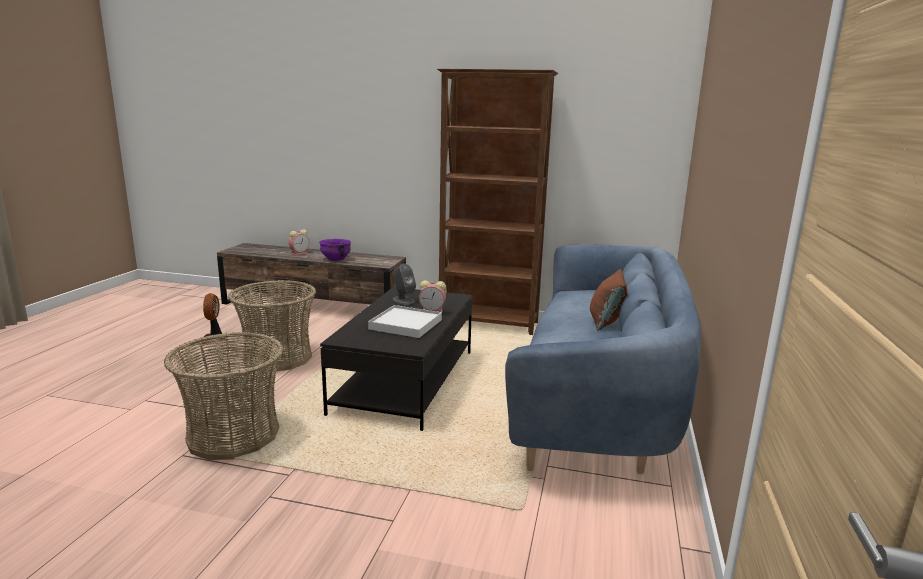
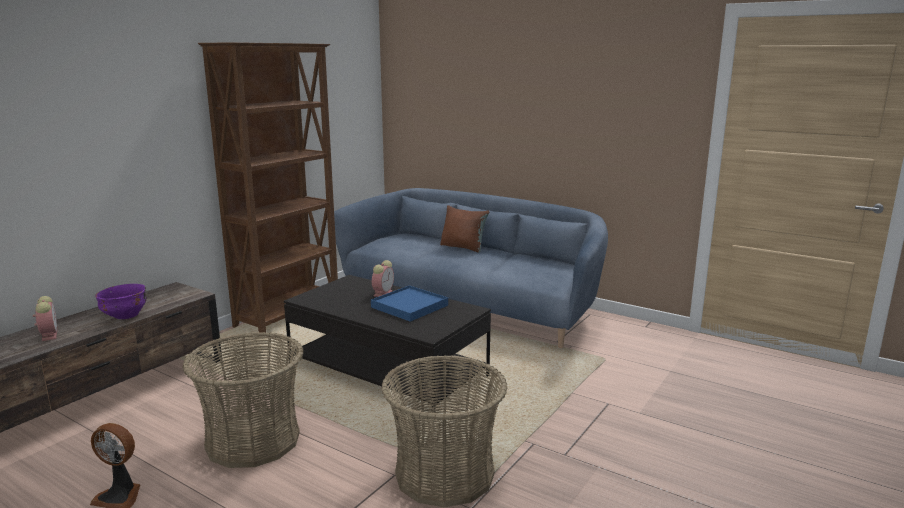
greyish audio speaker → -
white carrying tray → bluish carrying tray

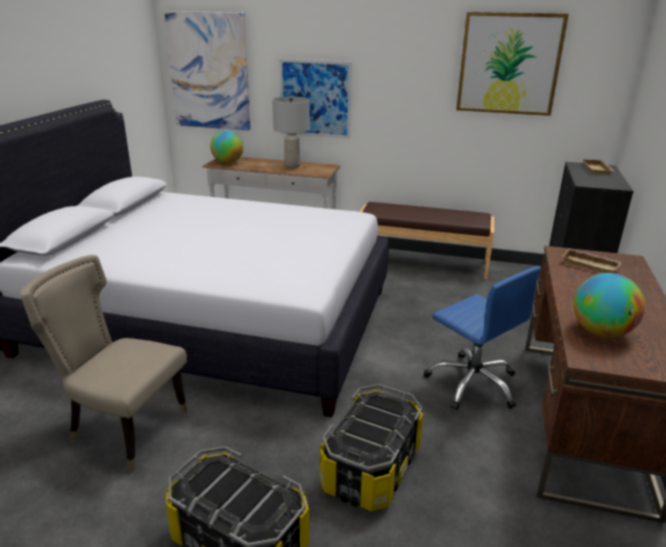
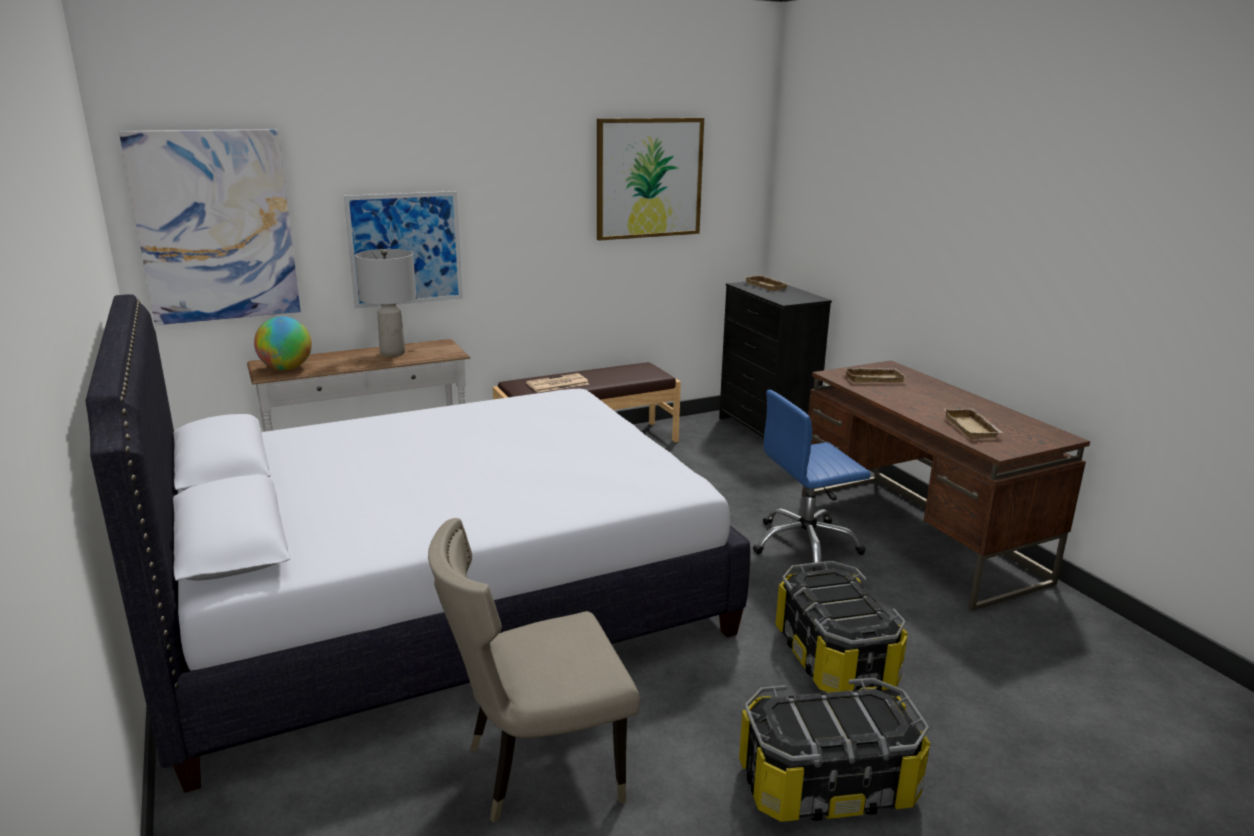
bluish desk chair, 150 degrees clockwise
desk globe (2nd from left) → sand-coloured carrying tray (3rd from left)
- → daily paper

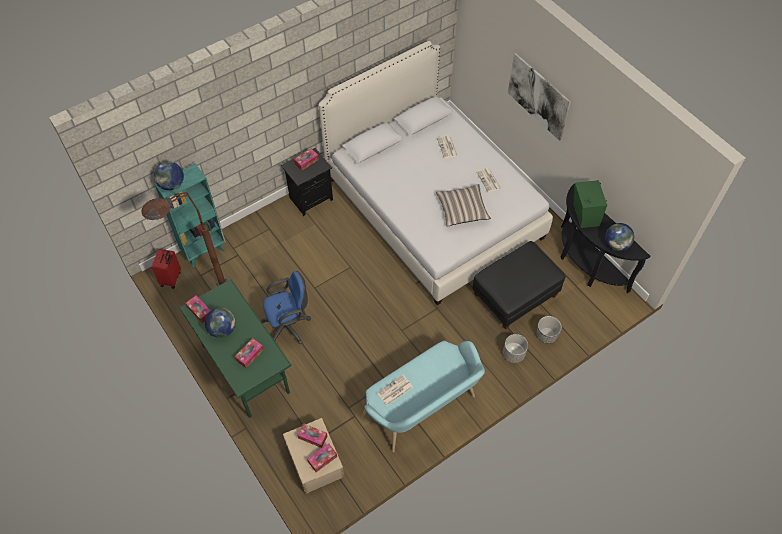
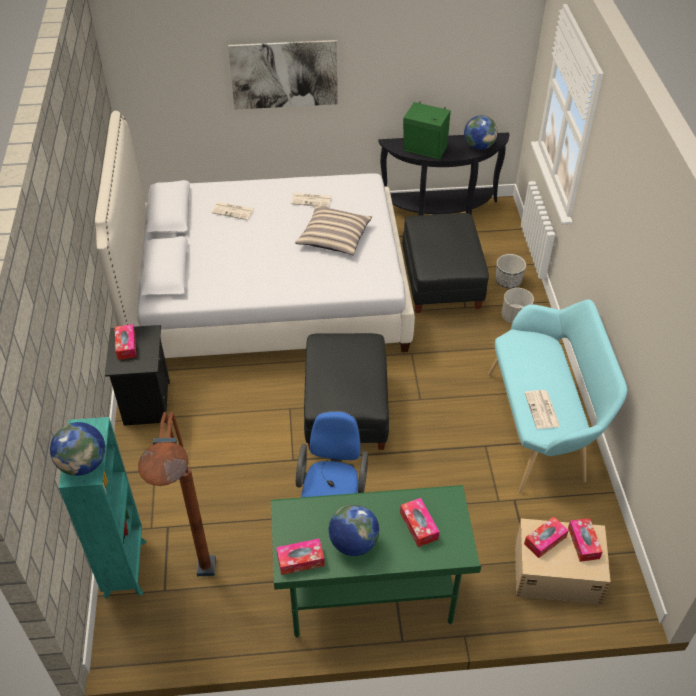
reddish suitcase → -
- → black-coloured footrest (1st from left)

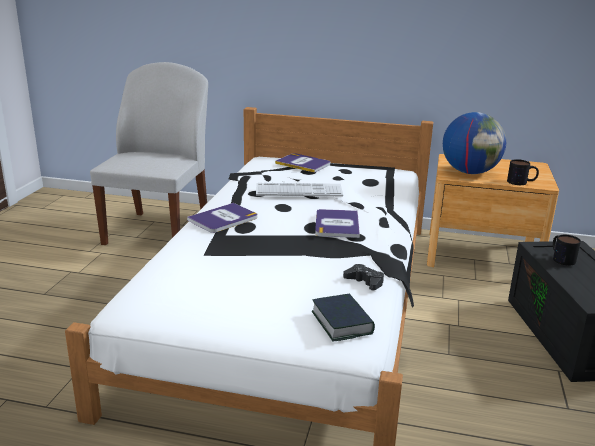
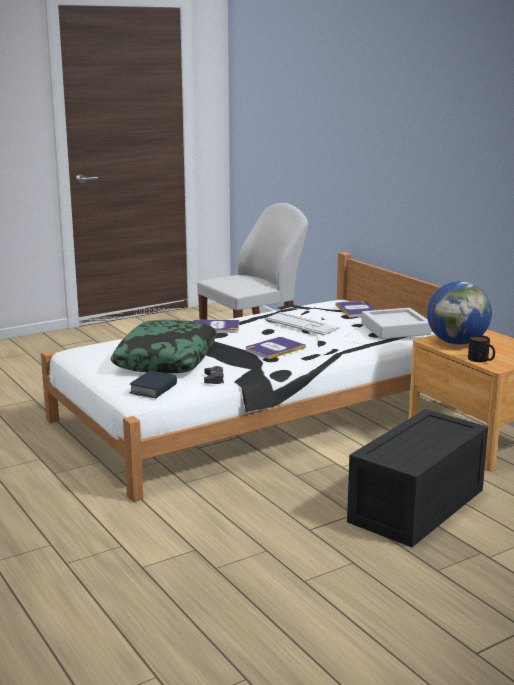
tea mug (2nd from left) → -
- → greyish carrying tray
- → pillow

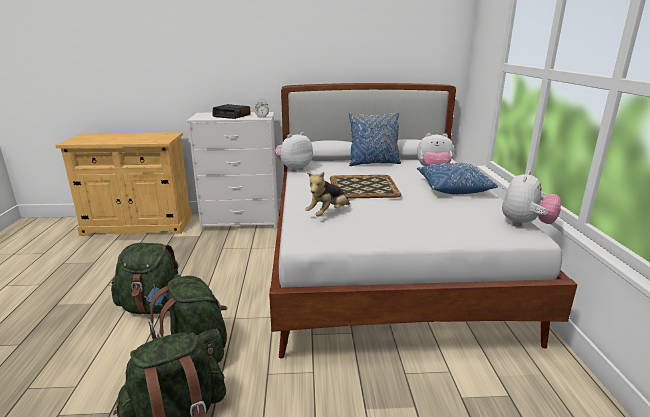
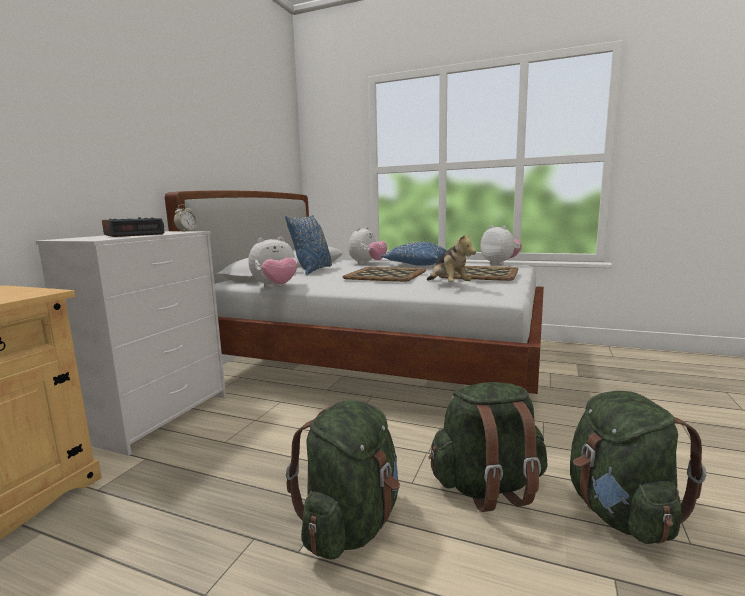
soft toy (1st from left), 105 degrees counterclockwise
- → carrying tray (2nd from left)

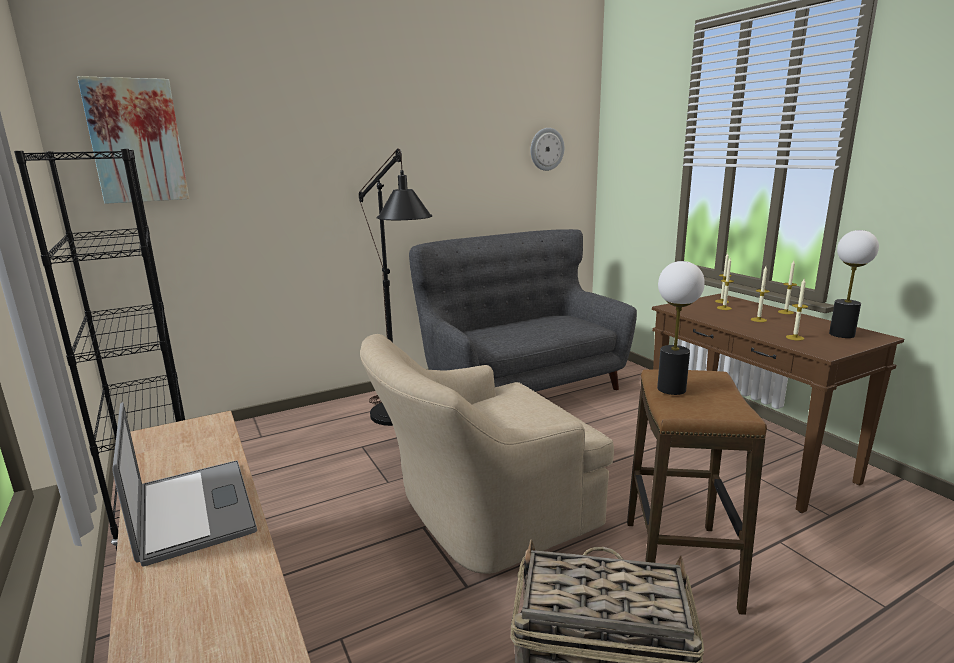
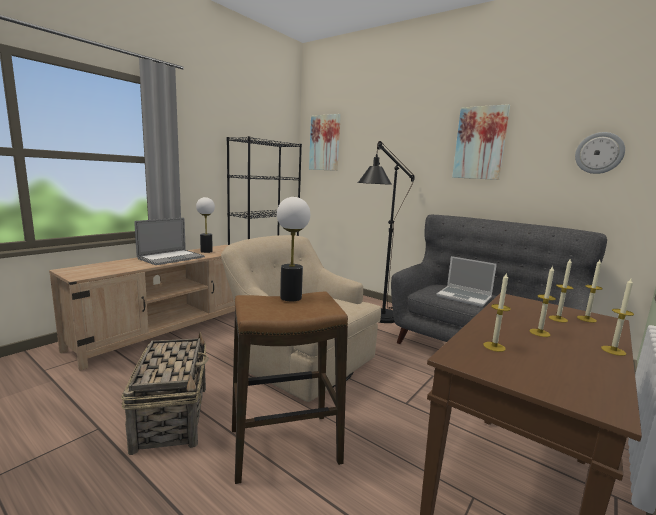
table lamp (2nd from left in the first image) → table lamp (1st from left), move
- → wall art (2nd from left)
- → notebook computer (2nd from left)

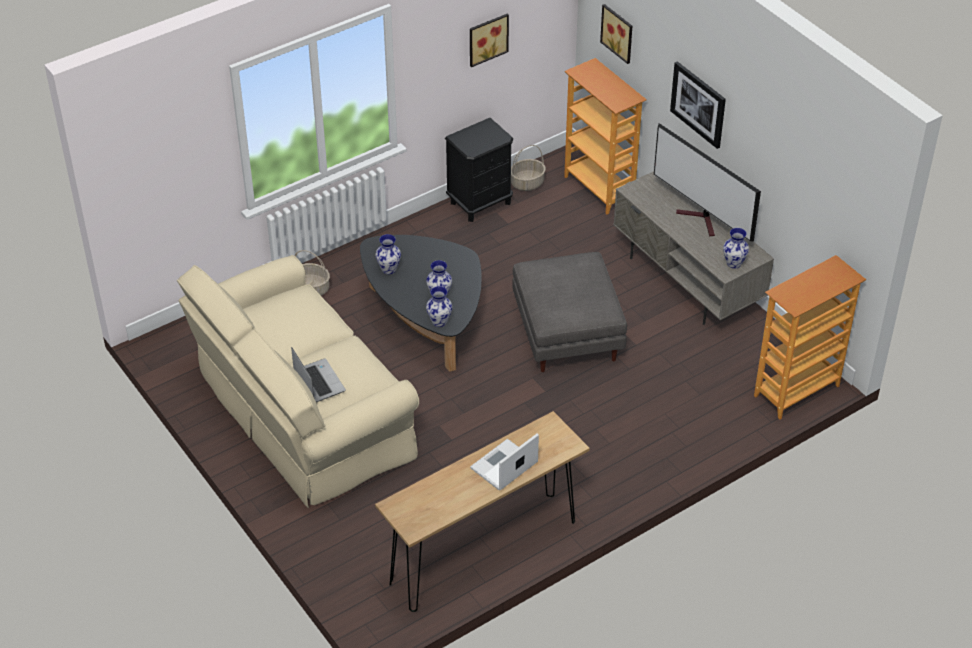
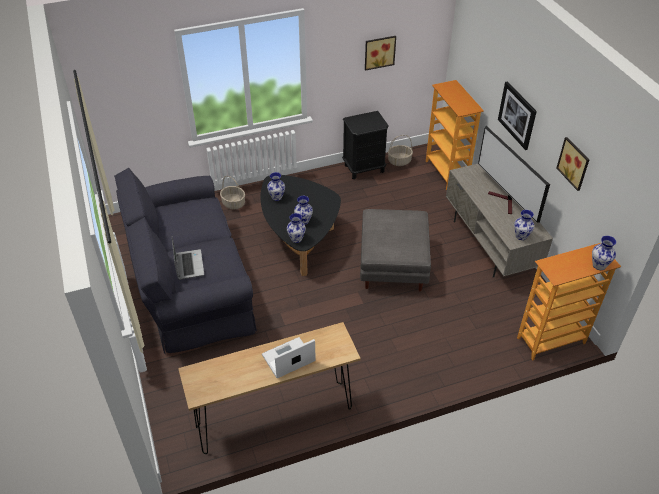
wall art (2nd from left in the first image) → wall art (3rd from left), move
sand-coloured settee → black-coloured settee
- → vase (5th from left)

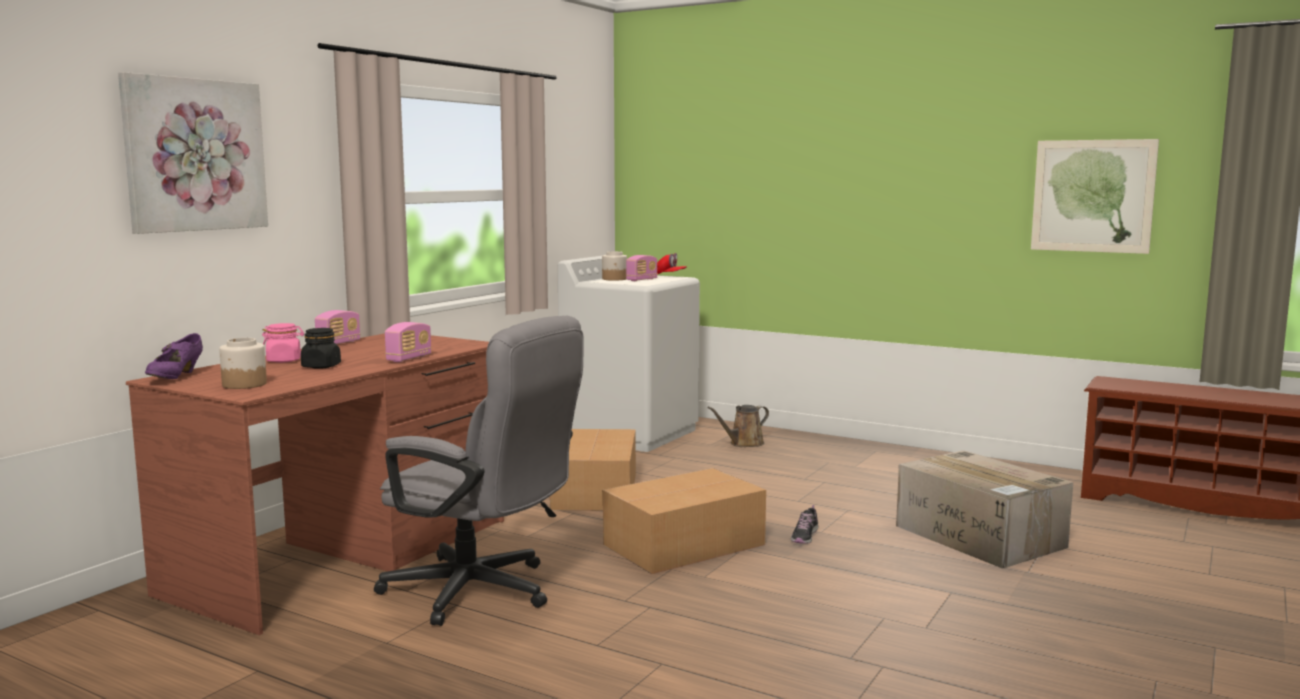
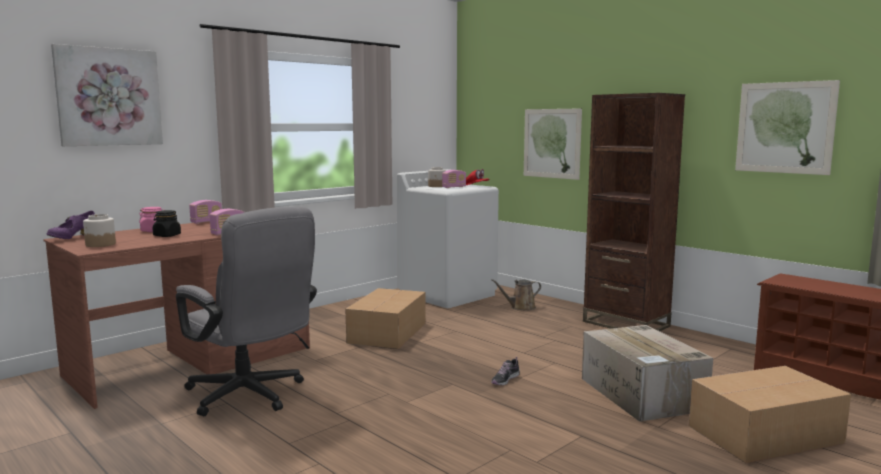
cardboard box (2nd from left in the first image) → cardboard box (3rd from left), move
- → brown-coloured bookcase
- → wall art (2nd from left)

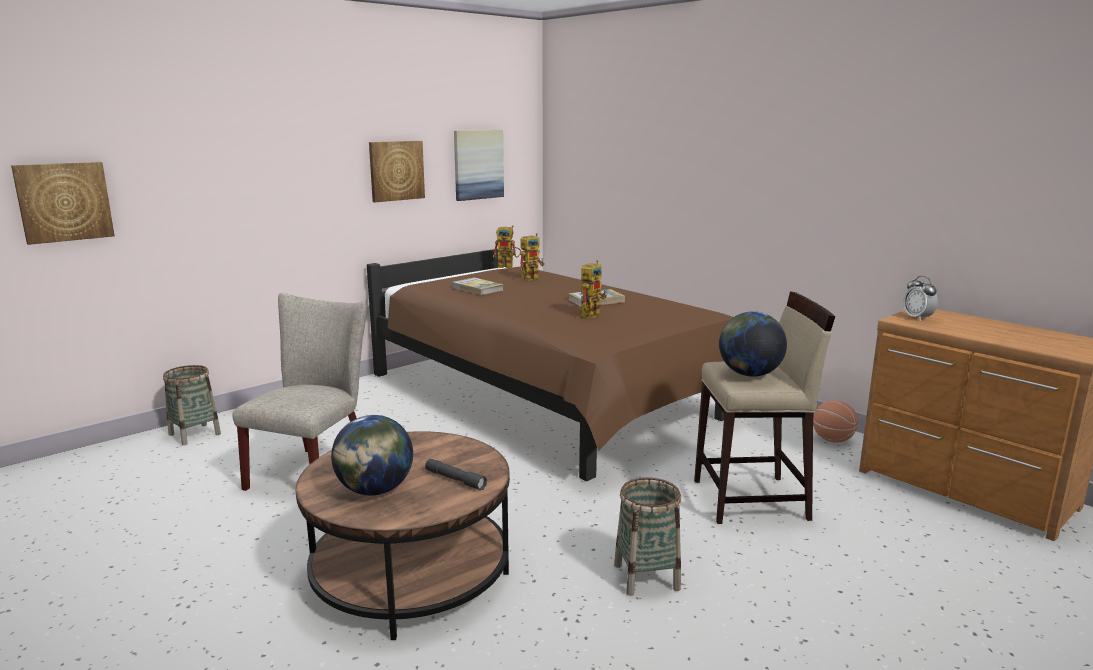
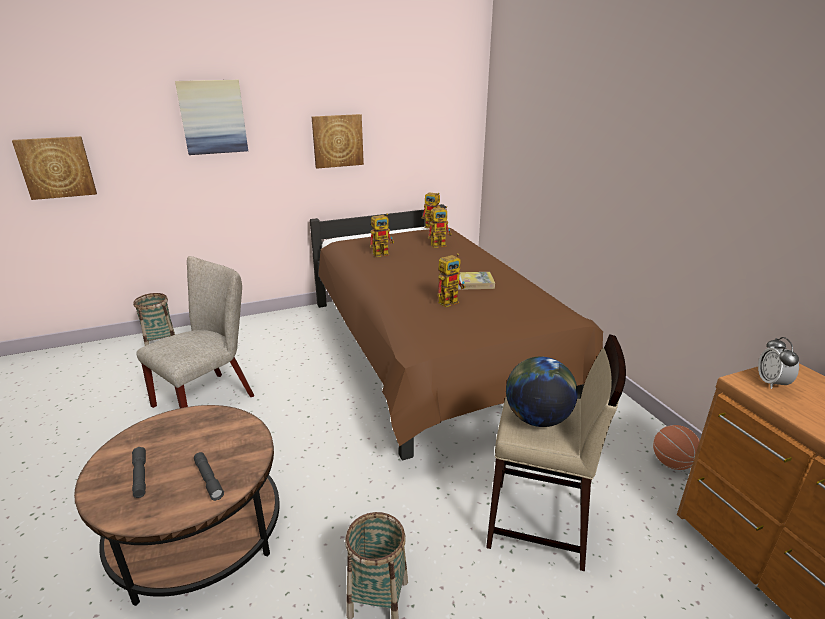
wall art (3rd from left in the first image) → wall art (2nd from left), move
book (1st from left) → robot figure (1st from left)
desk globe (1st from left) → greyish hand torch (1st from left)

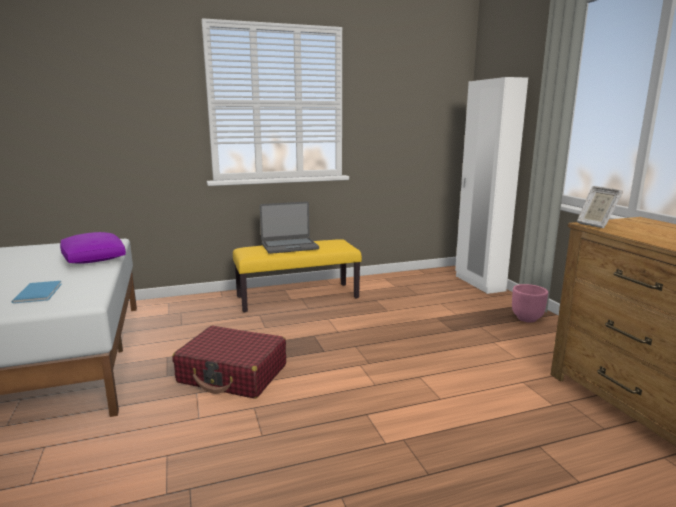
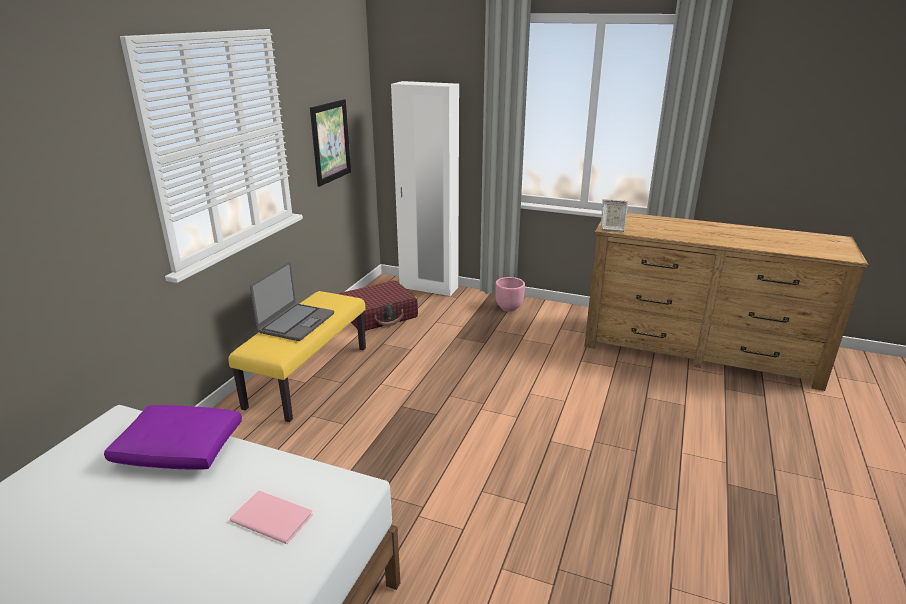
bluish book → pink book
reddish suitcase, move
- → wall art

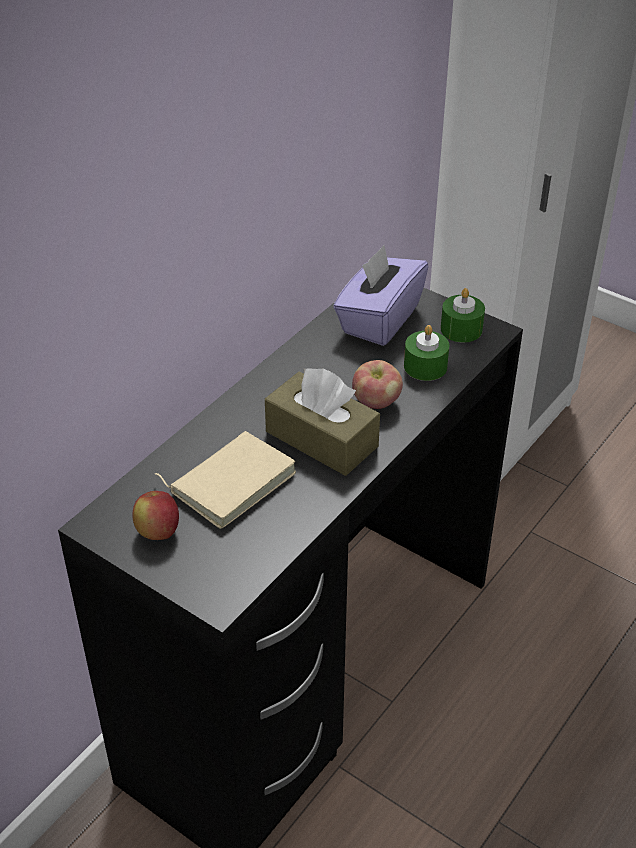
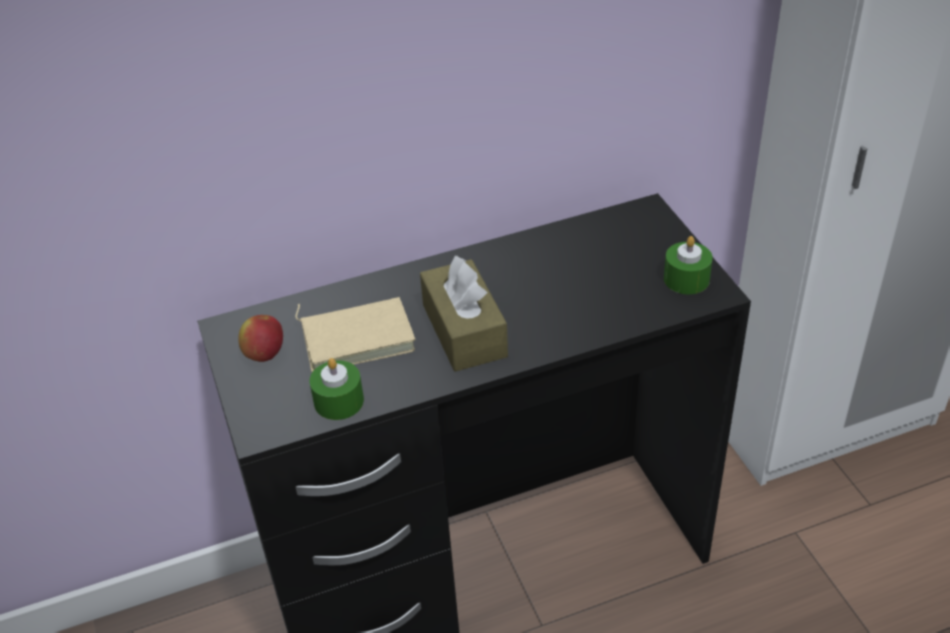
purple-coloured tissue holder → -
green wax light (1st from left), move
apple (2nd from left) → -

